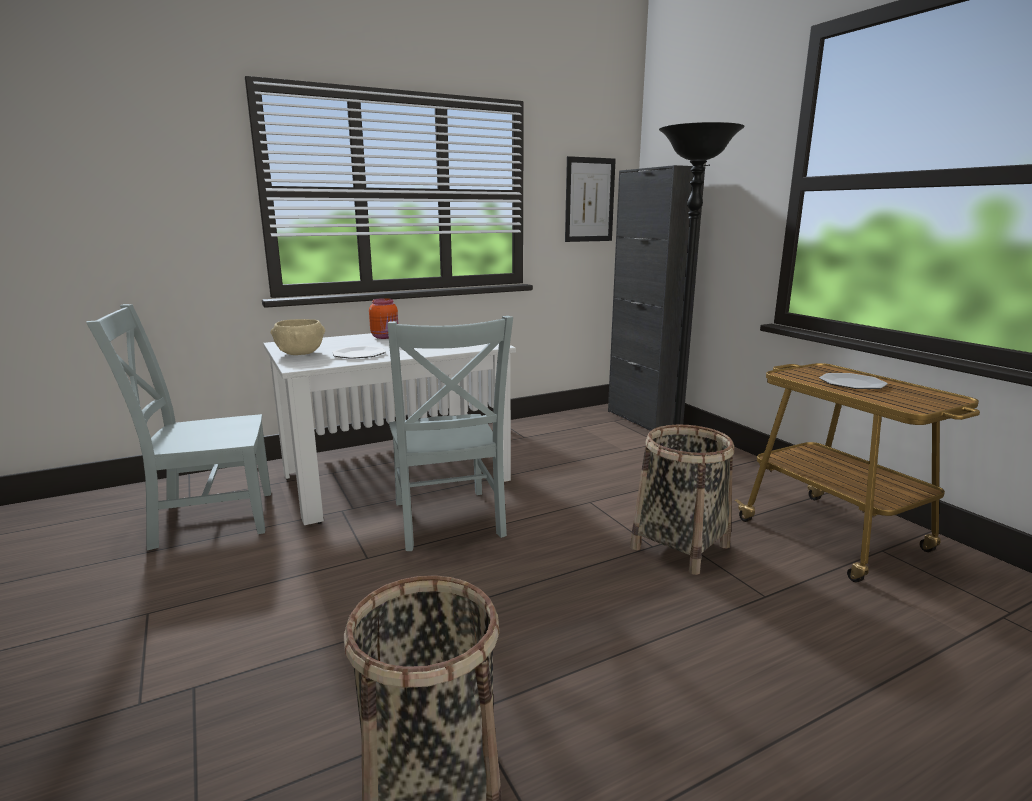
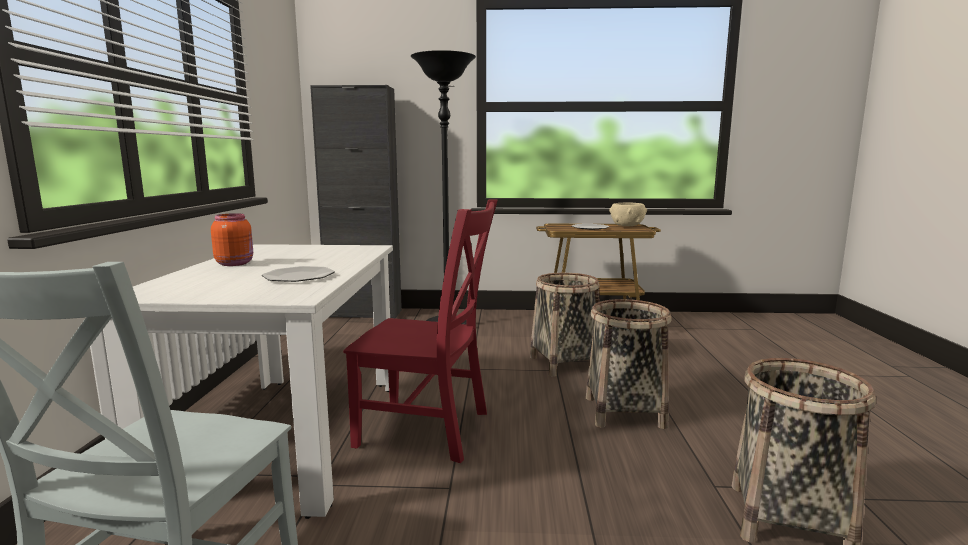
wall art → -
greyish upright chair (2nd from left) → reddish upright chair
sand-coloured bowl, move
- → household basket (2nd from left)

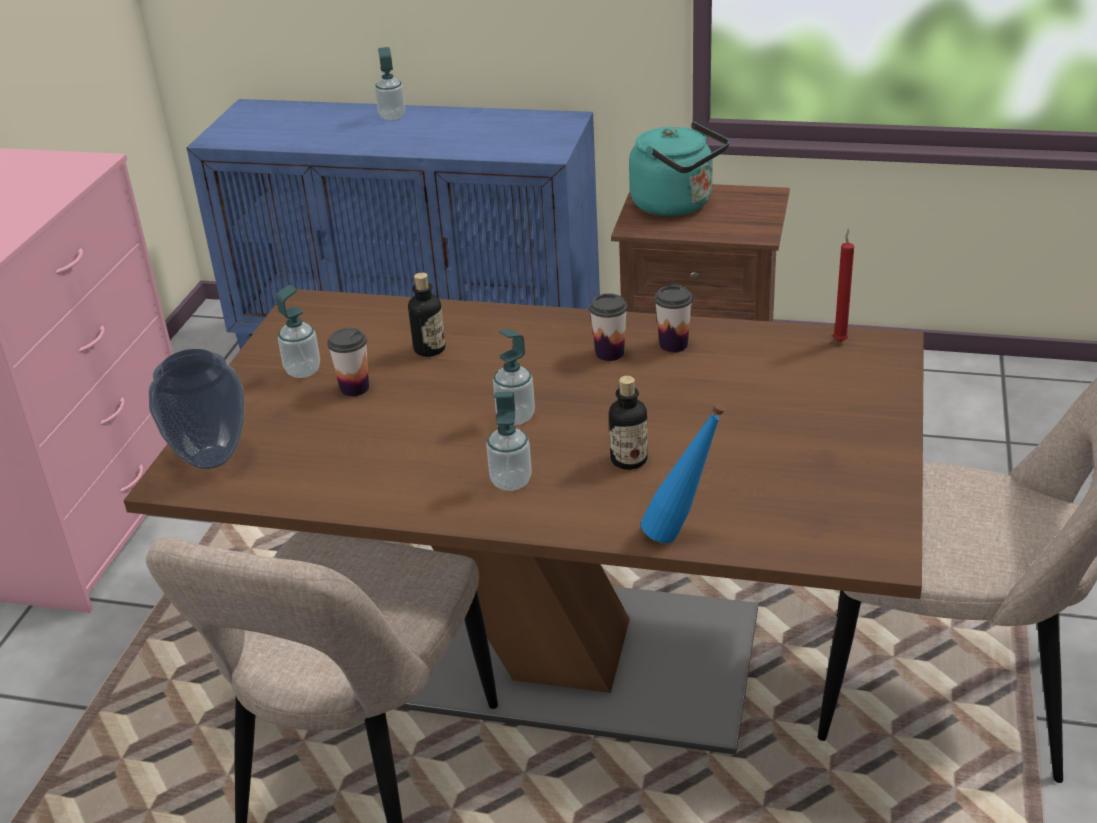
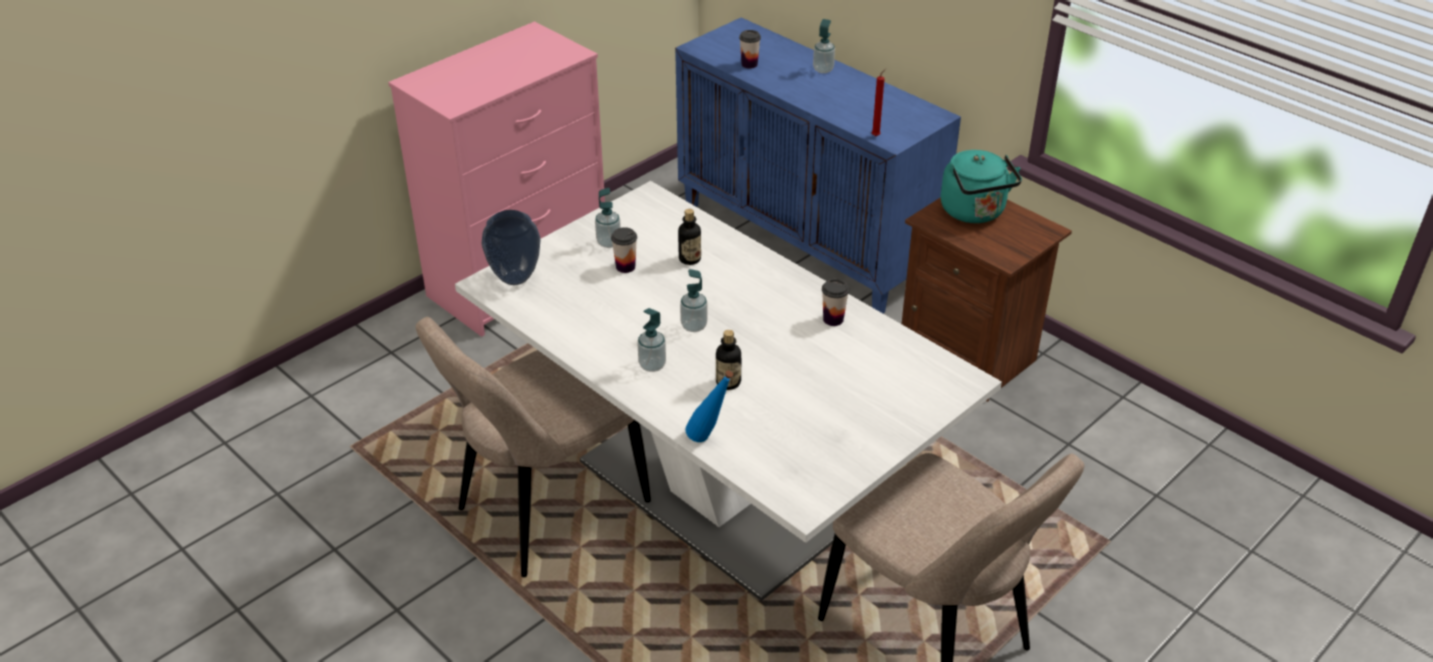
reddish wax light, move
brown-coloured dinner table → white dinner table
small cup (2nd from left), move

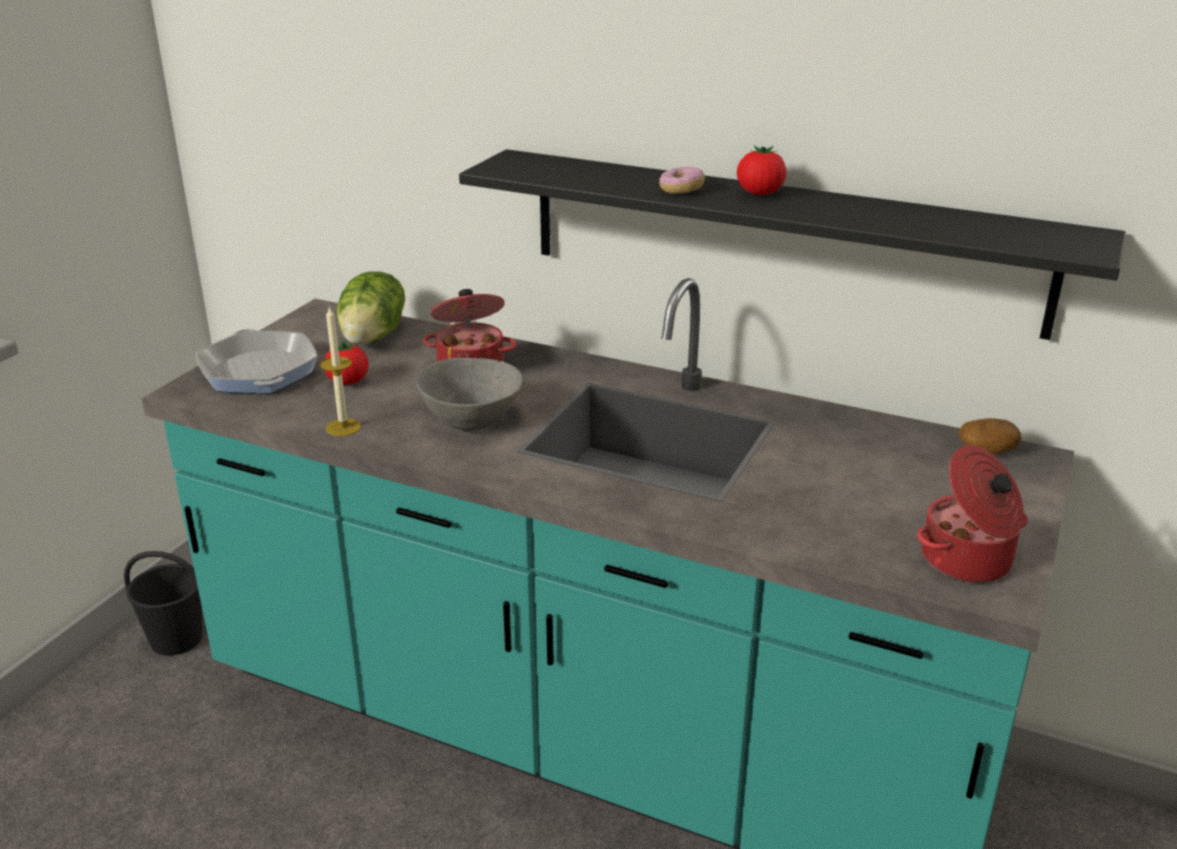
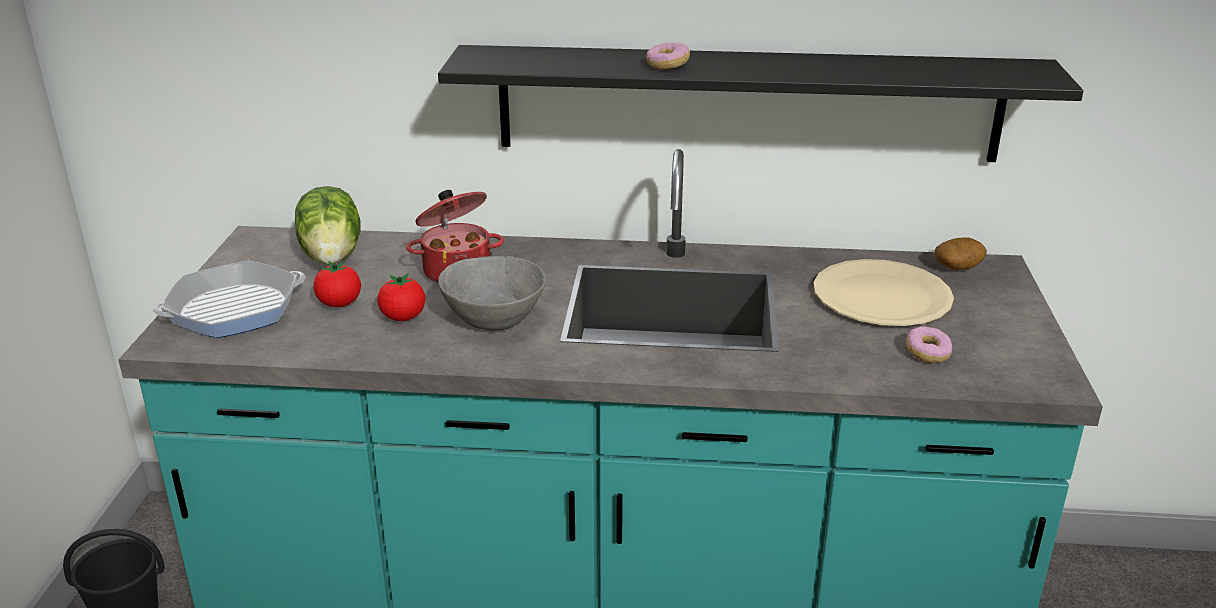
fresh tomato (2nd from left), move
wax light → -
frying pan, 105 degrees clockwise
saucepot (2nd from left) → -
- → sand-coloured dinner plate
- → ring doughnut (2nd from left)

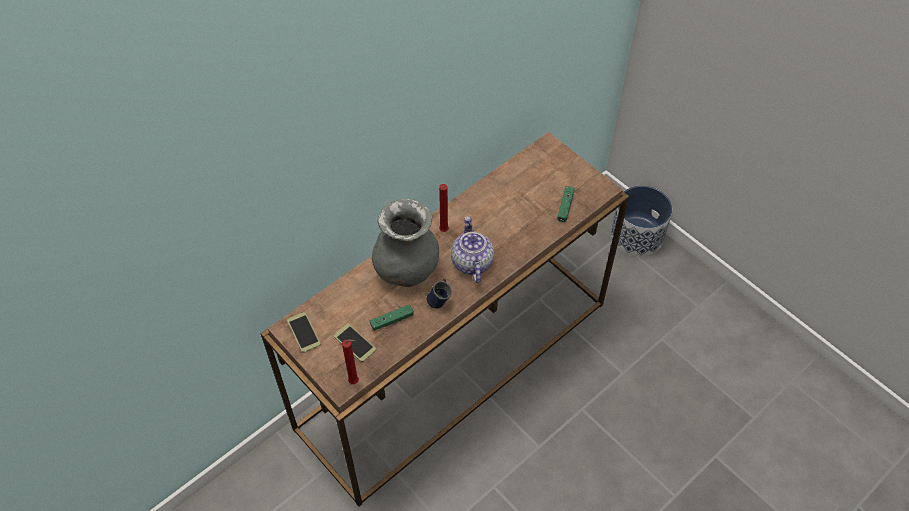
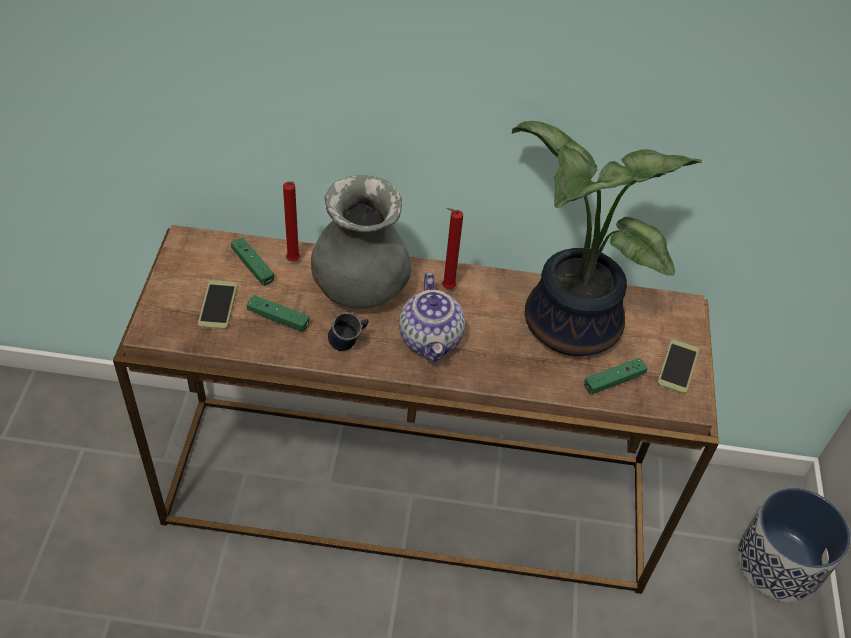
teapot, 135 degrees clockwise
handset (1st from left in the first image) → handset (2nd from left), move
reddish wax light (1st from left), move
- → houseplant
- → green gamepad (1st from left)

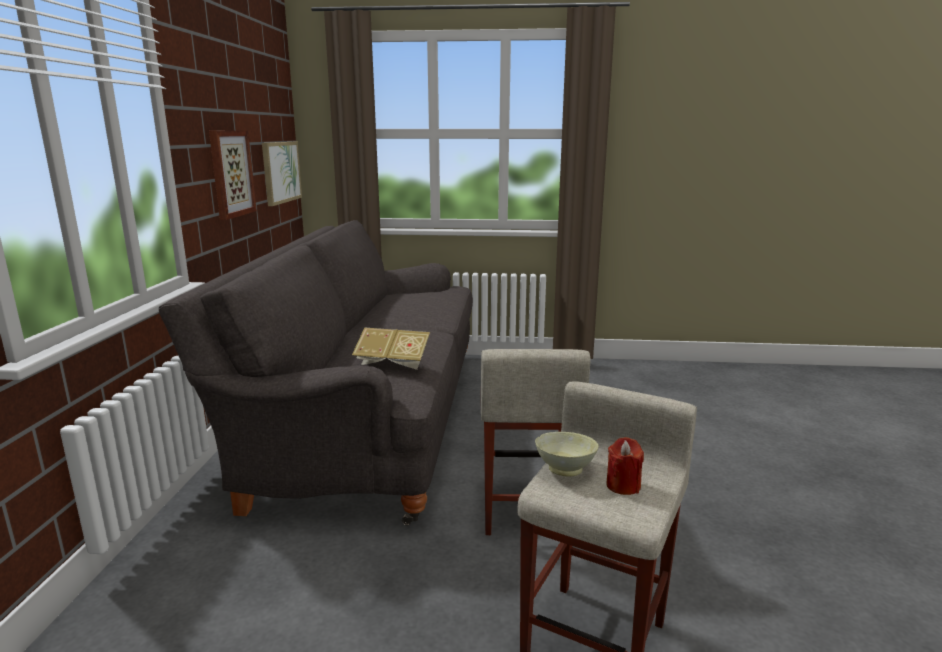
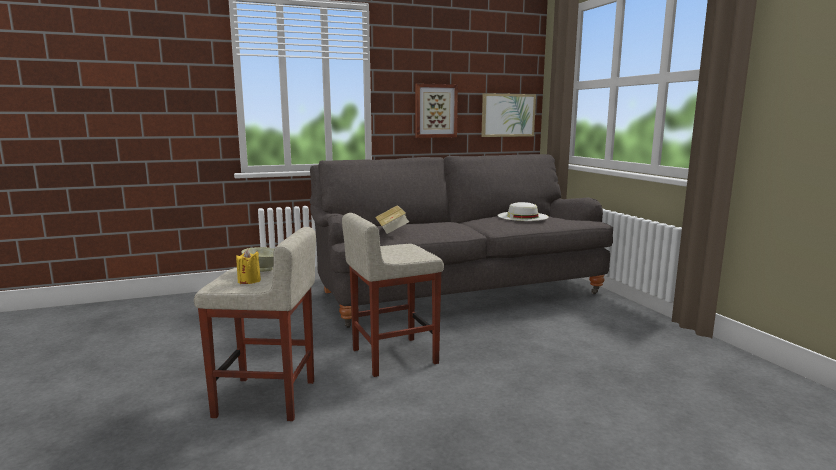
reddish wax light → yellow-coloured wax light
- → white clothing hat

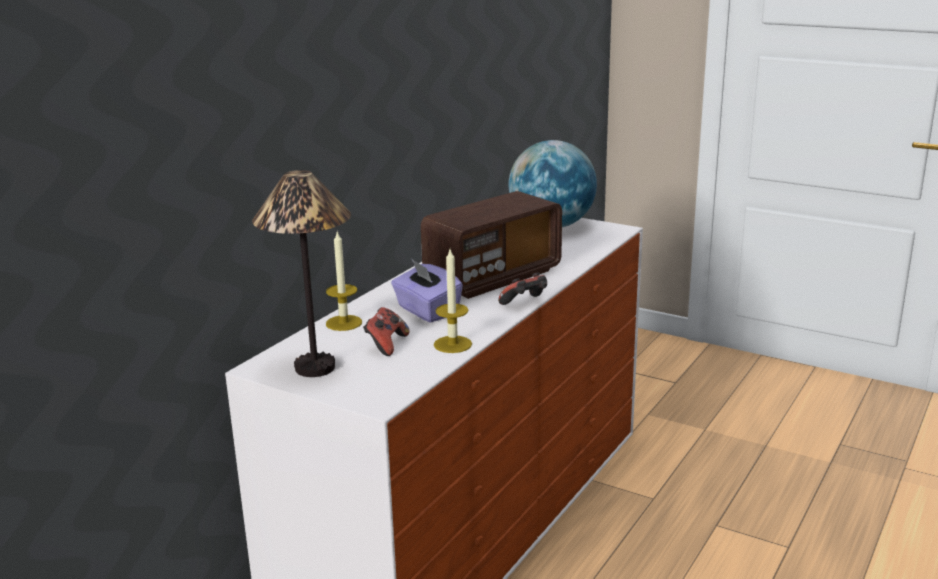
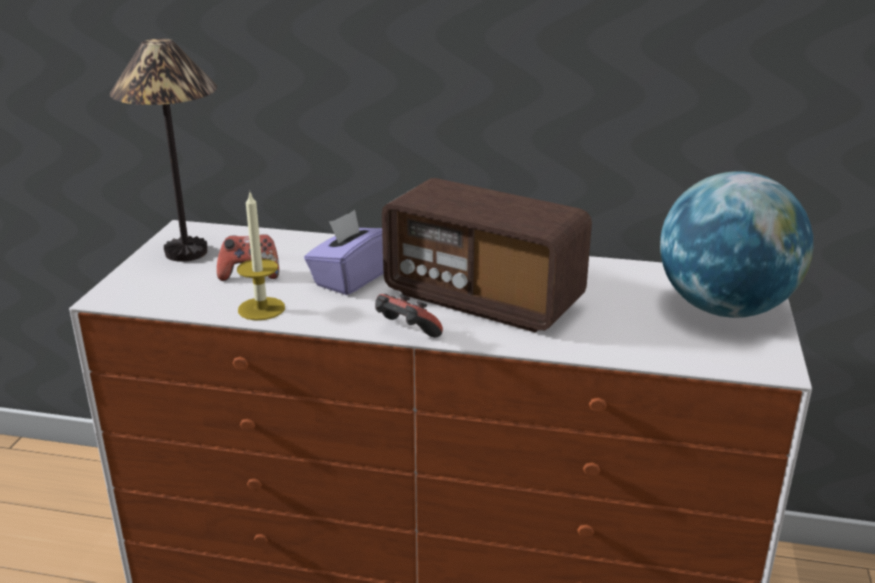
wax light (1st from left) → -

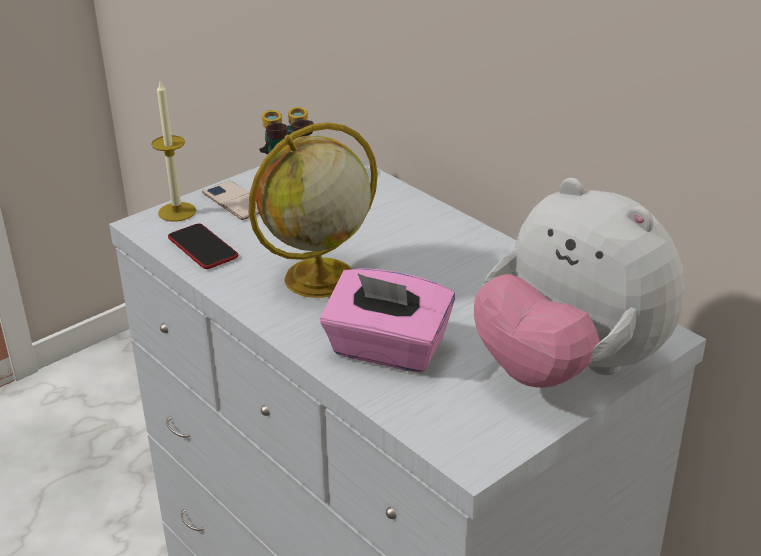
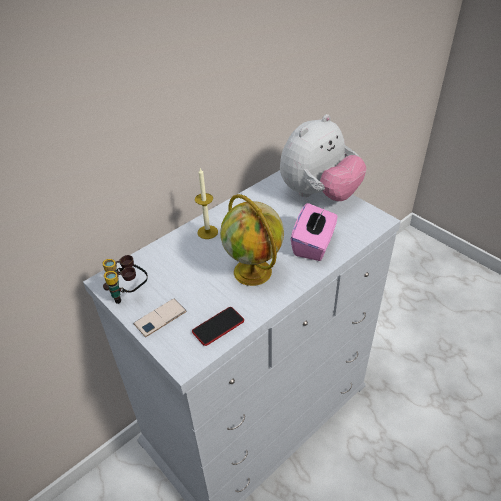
wax light, move

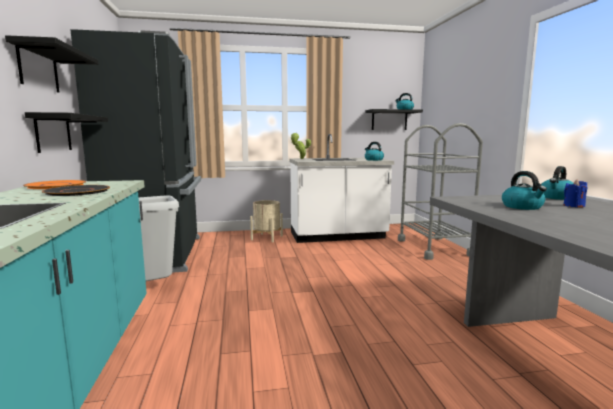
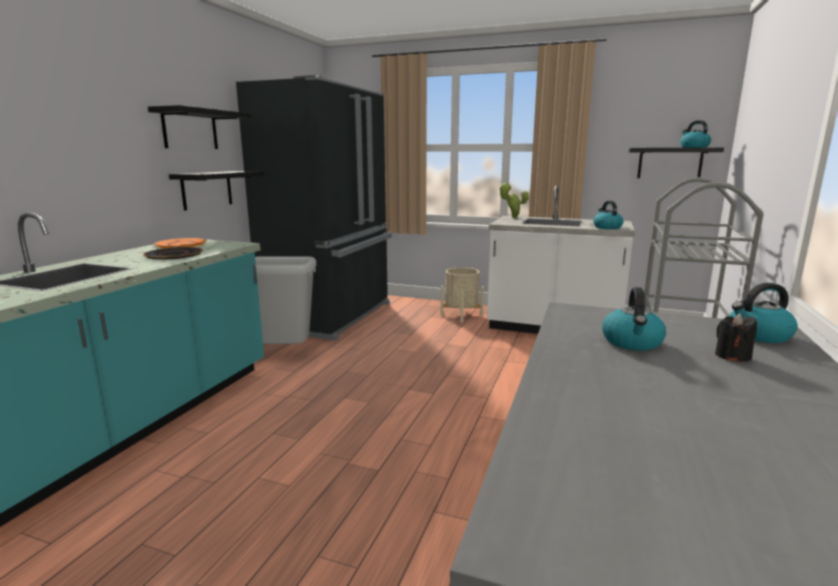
bluish wax light → black-coloured wax light

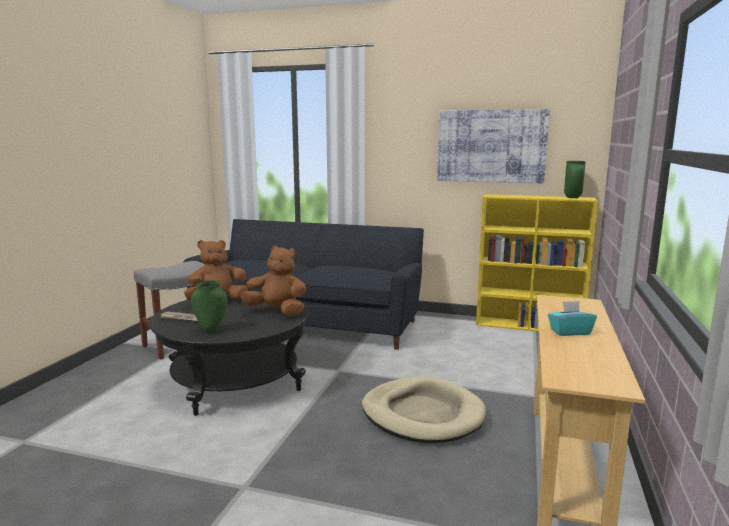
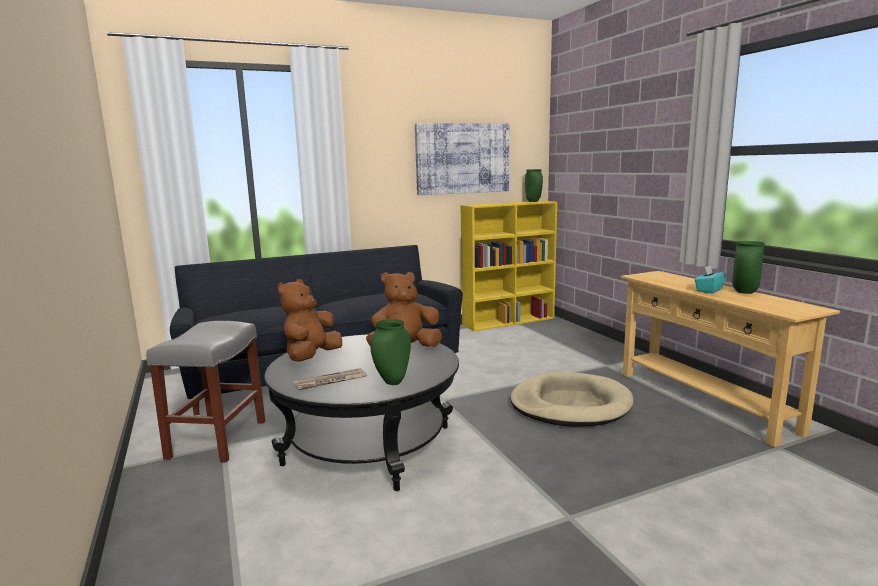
- → green vase (3rd from left)

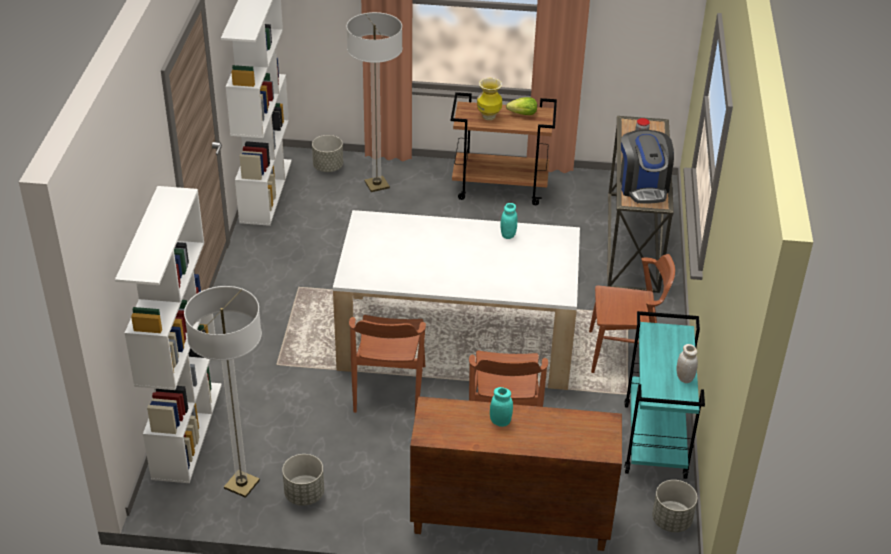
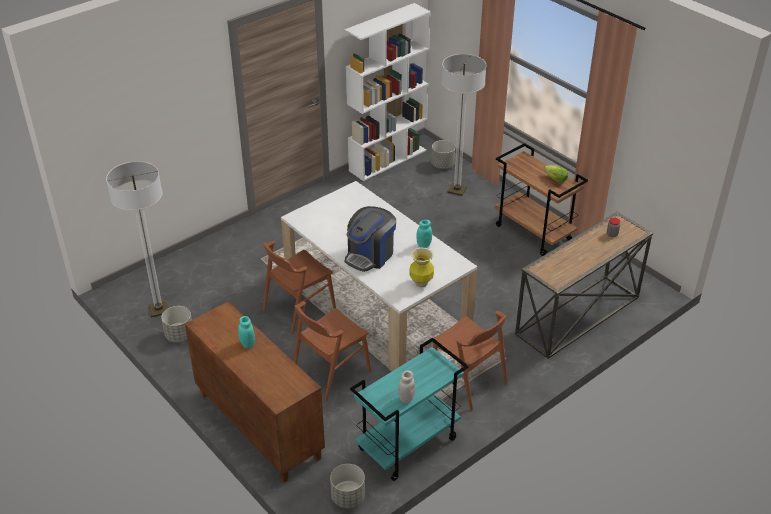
vase, move
coffee maker, move
white bookcase (1st from left) → -

